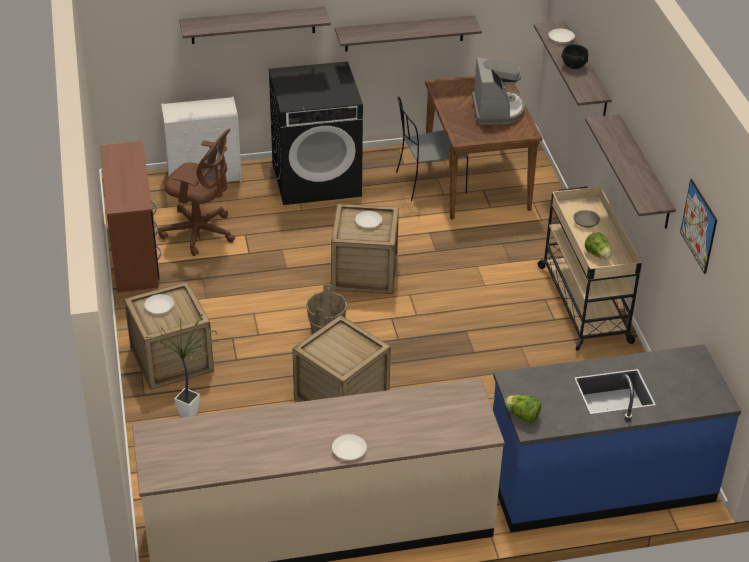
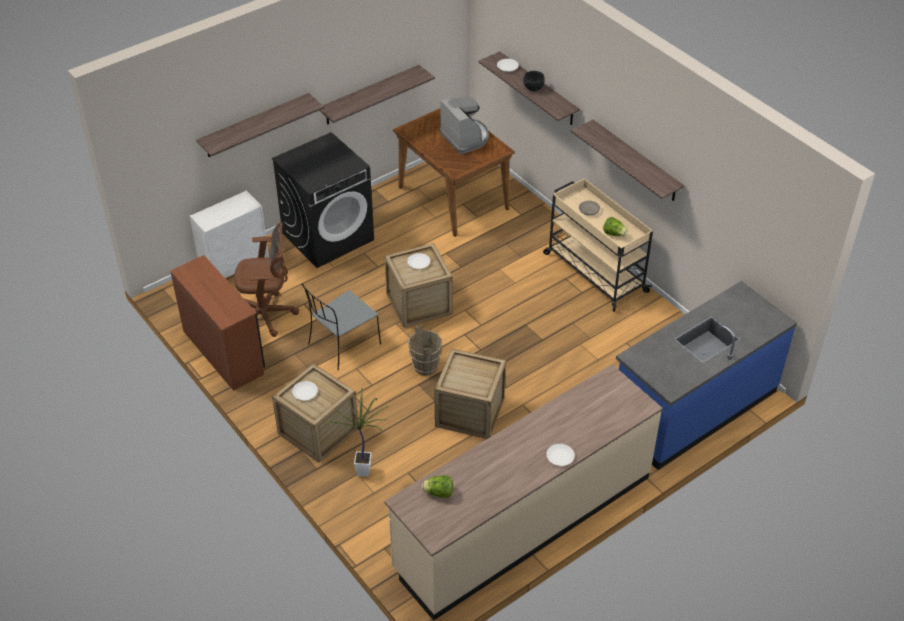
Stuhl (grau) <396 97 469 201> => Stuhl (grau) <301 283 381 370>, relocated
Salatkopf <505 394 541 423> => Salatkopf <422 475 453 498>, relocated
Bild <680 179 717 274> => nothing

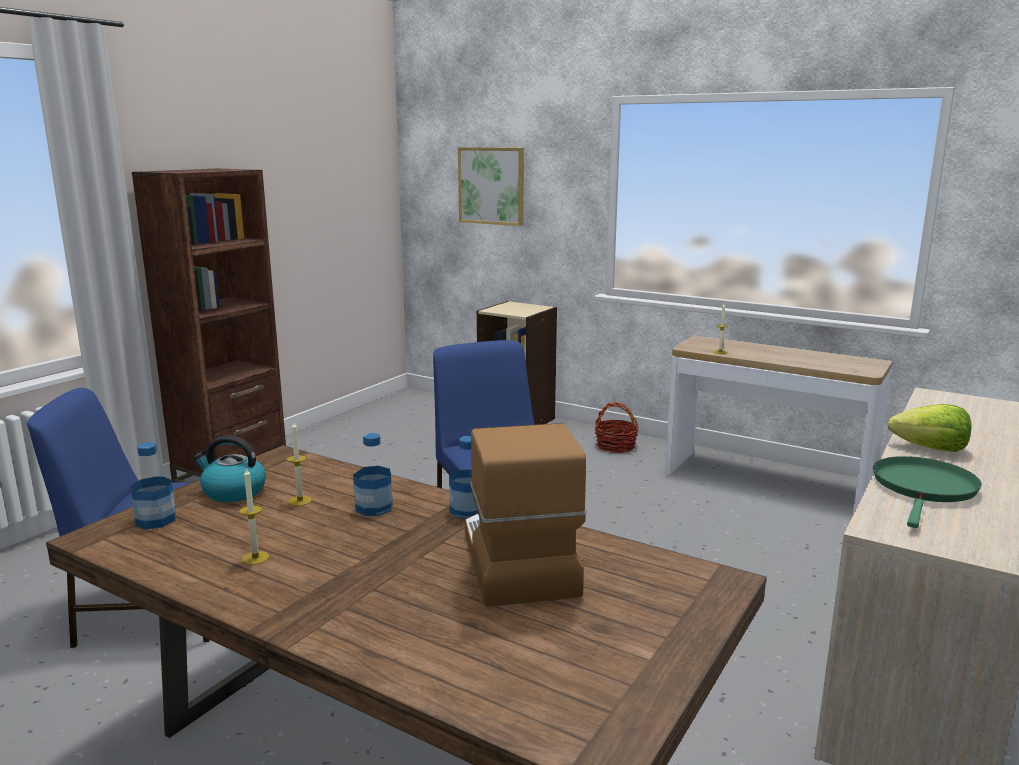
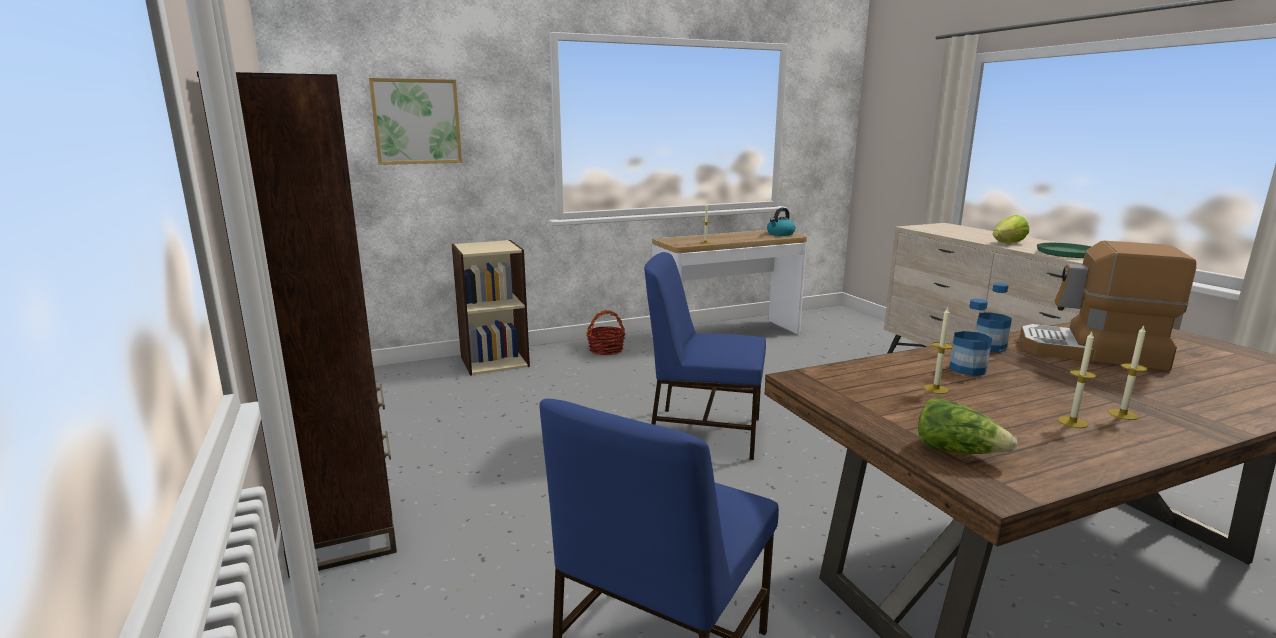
Wasserkessel <193 436 266 502> => Wasserkessel <767 207 795 236>, relocated
Flasche <130 442 176 529> => Salatkopf <918 398 1018 454>
nothing => Kerze <1108 325 1148 420>

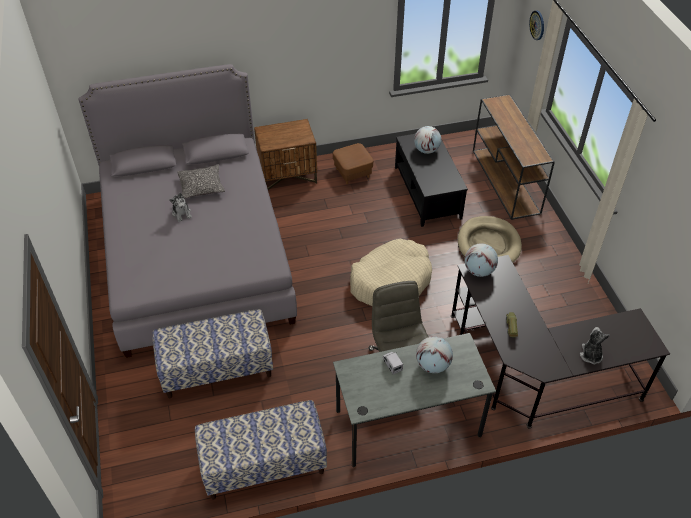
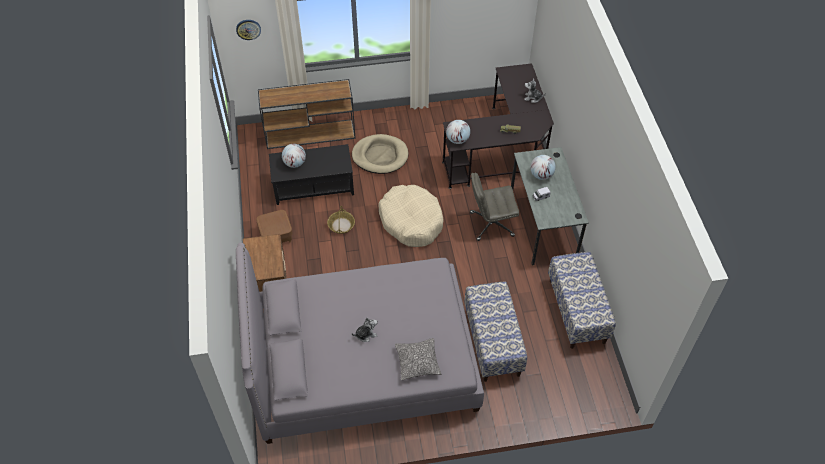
nothing => Korb <327 206 355 234>
Kissen <177 165 225 198> => Kissen <395 338 441 380>, relocated

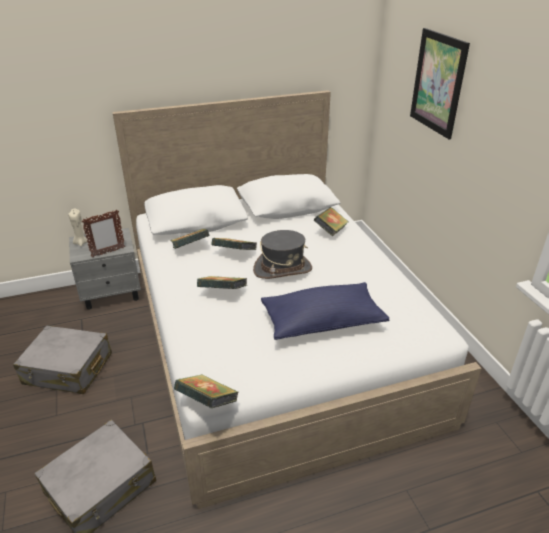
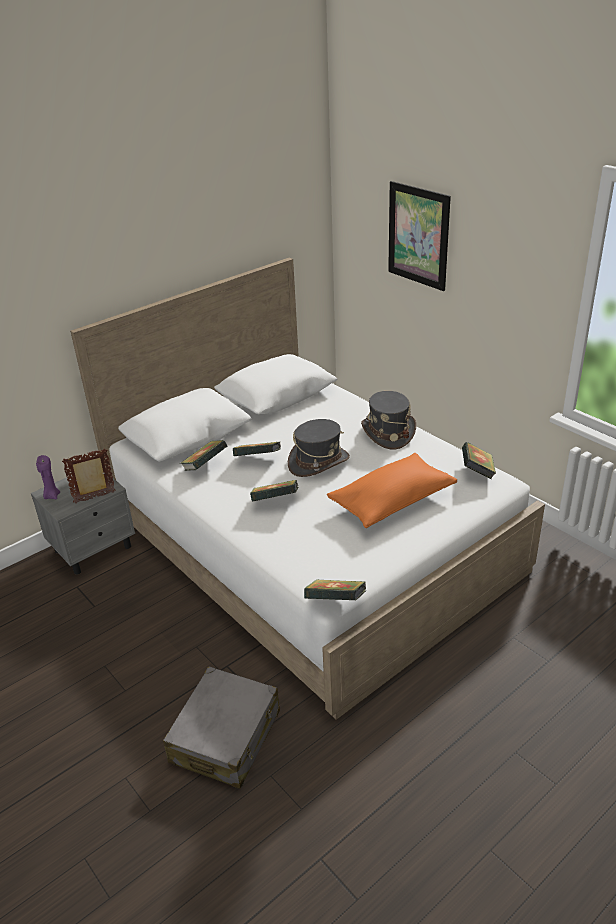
Kerze (beige) <68 209 87 246> => Kerze (lila) <36 455 60 499>
Bilderrahmen <82 210 125 257> => Bilderrahmen <62 448 115 503>, 150 degrees counterclockwise
Kissen (blau) <261 282 389 340> => Kissen (orange) <327 453 457 528>
nothing => Hut (grau) <361 391 416 449>
Buch <314 207 349 236> => Buch <462 442 496 480>, relocated
Koffer (grau) <13 326 112 394> => nothing

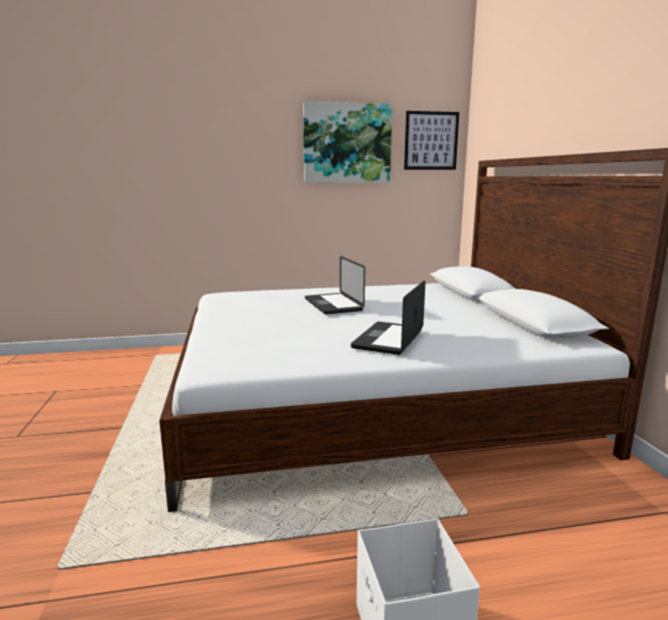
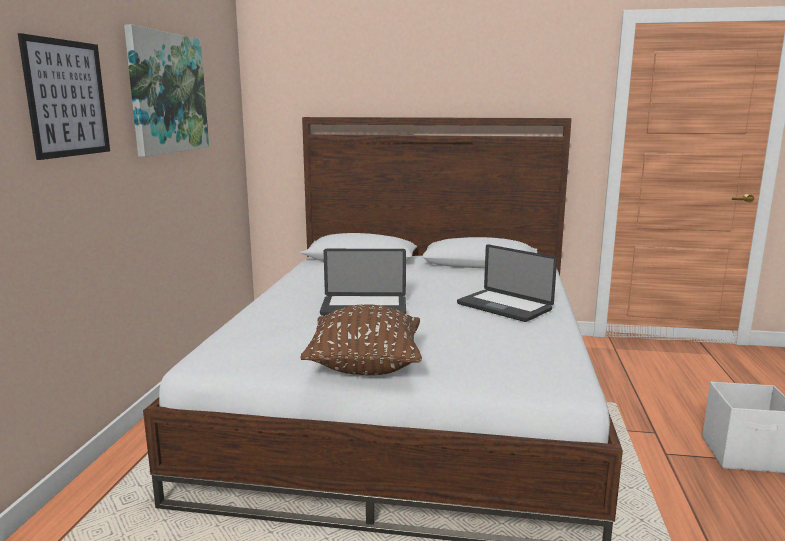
Bild <404 111 459 170> => Bild <18 33 110 160>, relocated
nothing => Kissen (braun) <300 304 422 375>

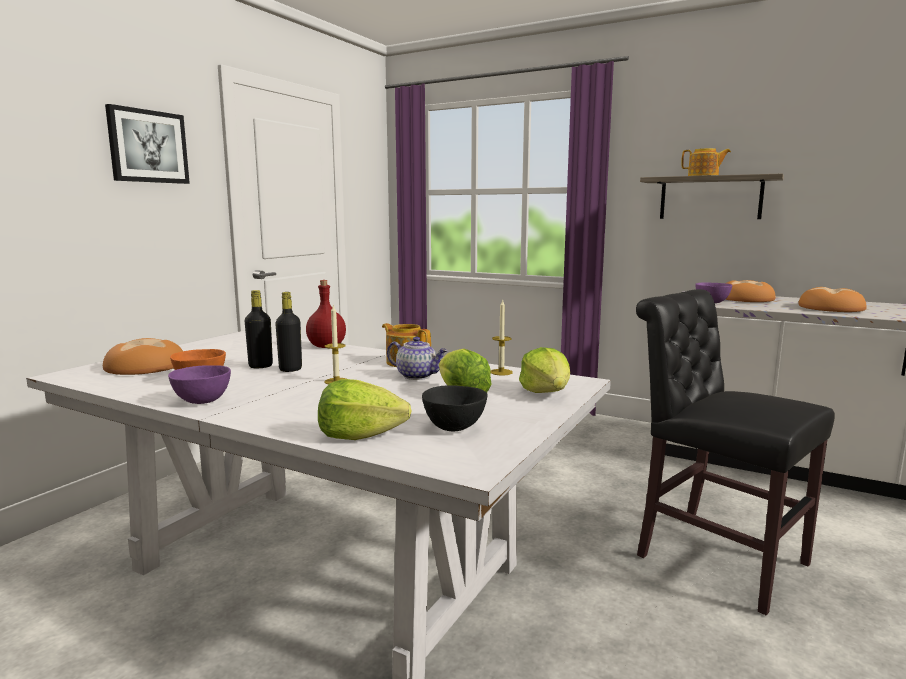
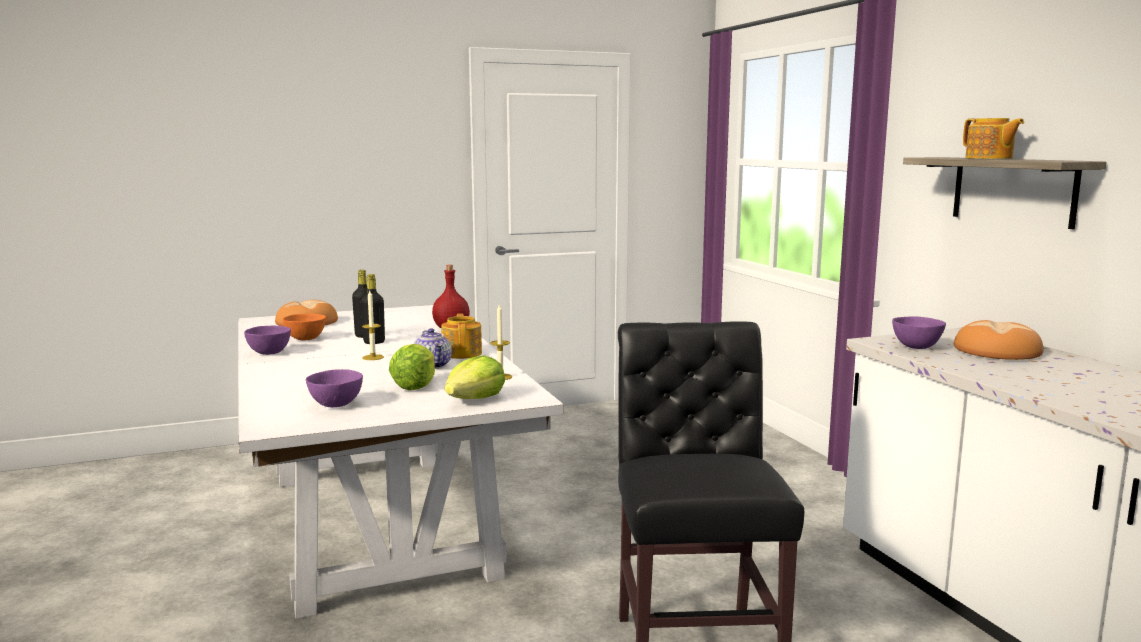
Schüssel (schwarz) <422 385 488 431> => Schüssel (lila) <306 369 363 407>
Bild <105 104 190 184> => nothing
Salatkopf <318 379 411 440> => nothing
Brot <798 287 867 312> => nothing

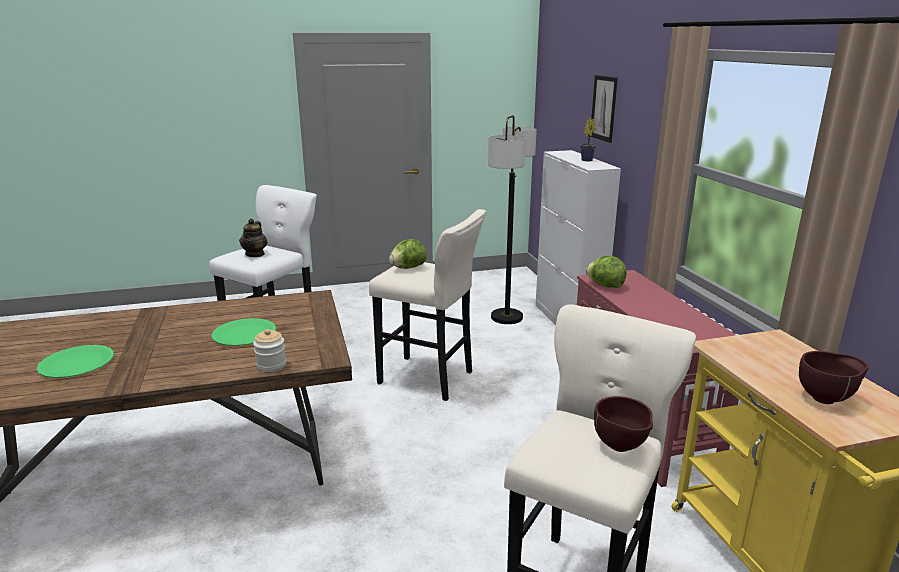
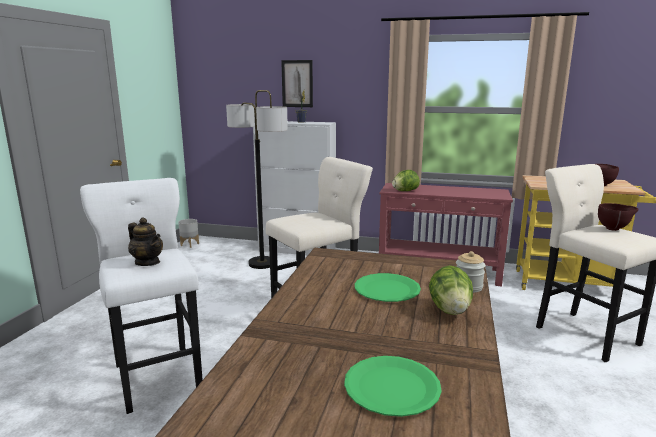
nothing => Pflanzkübel (grau) <178 219 199 248>
Salatkopf <389 239 427 269> => Salatkopf <429 265 473 315>, relocated

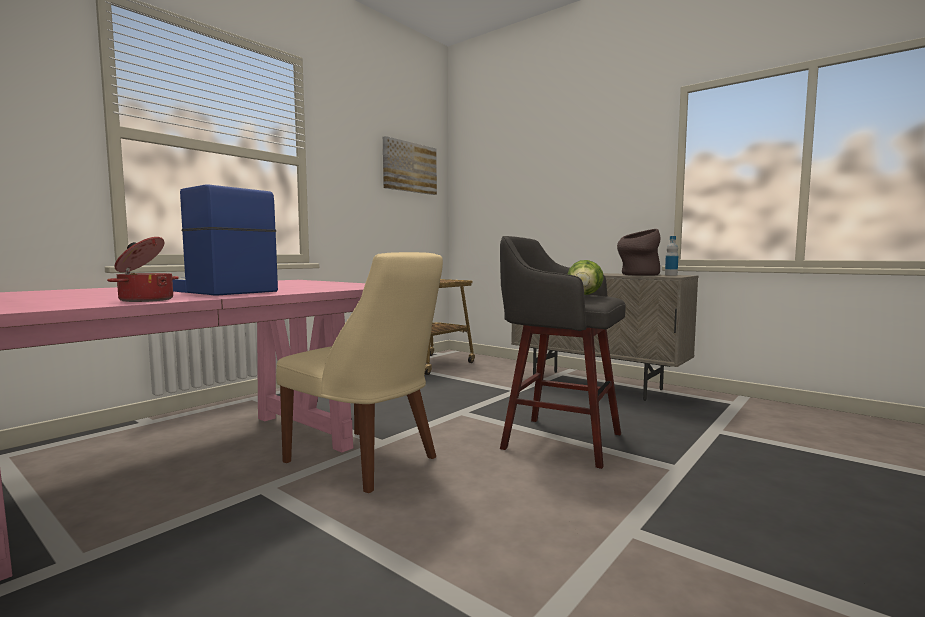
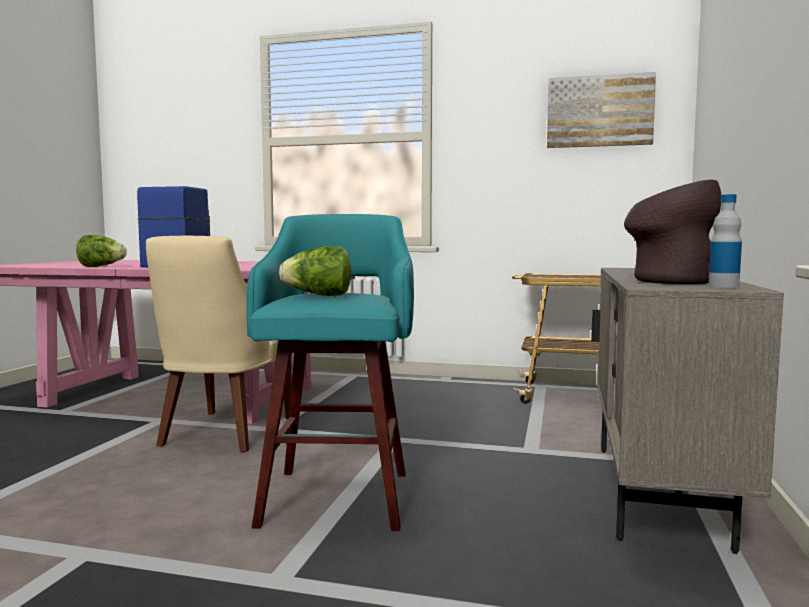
Kochtopf <107 237 179 302> => Salatkopf <76 235 127 267>
Hocker (grau) <500 236 626 469> => Hocker (türkis) <246 214 414 531>

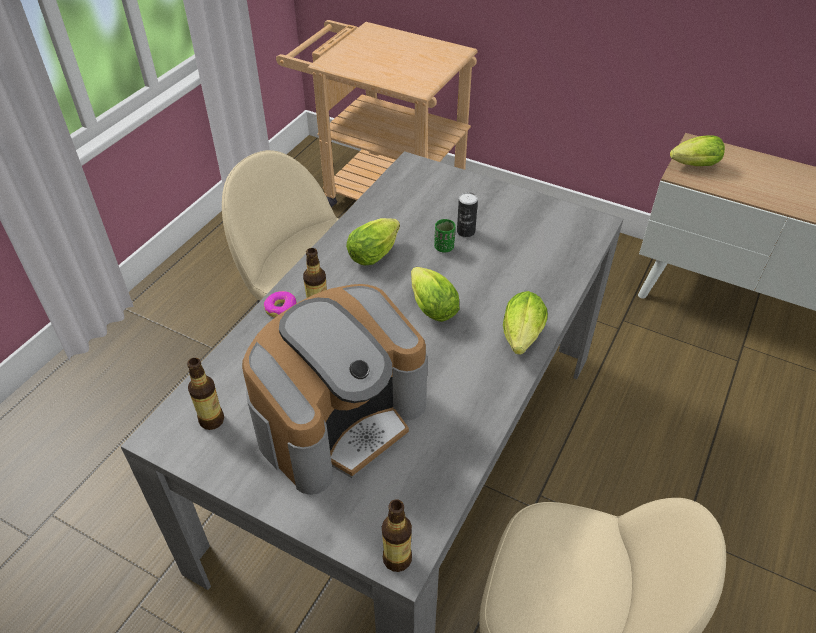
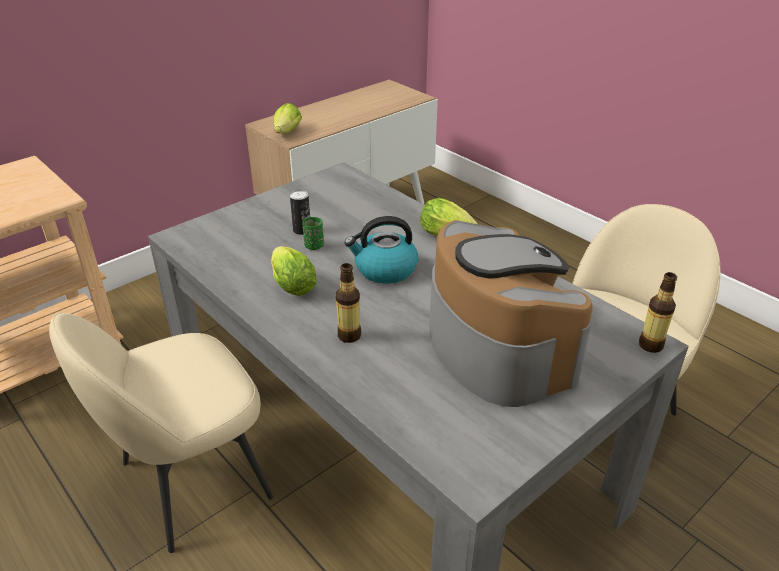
Salatkopf <411 267 460 322> => Wasserkessel <344 216 418 284>
Flasche <187 358 224 430> => nothing
Donut <264 291 297 318> => nothing

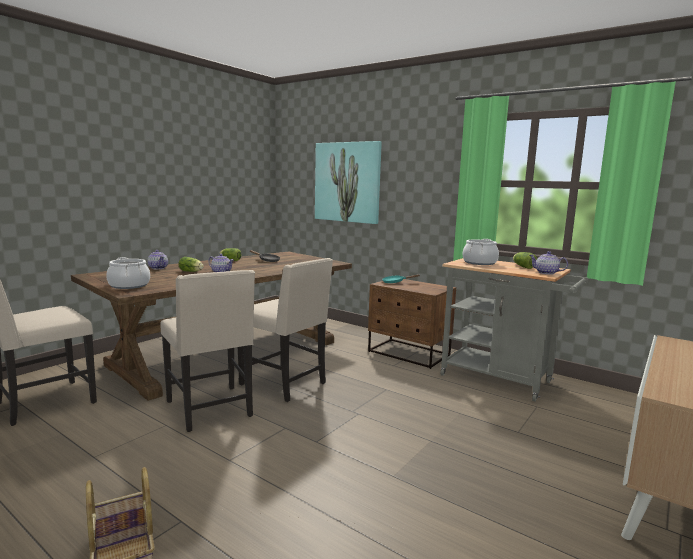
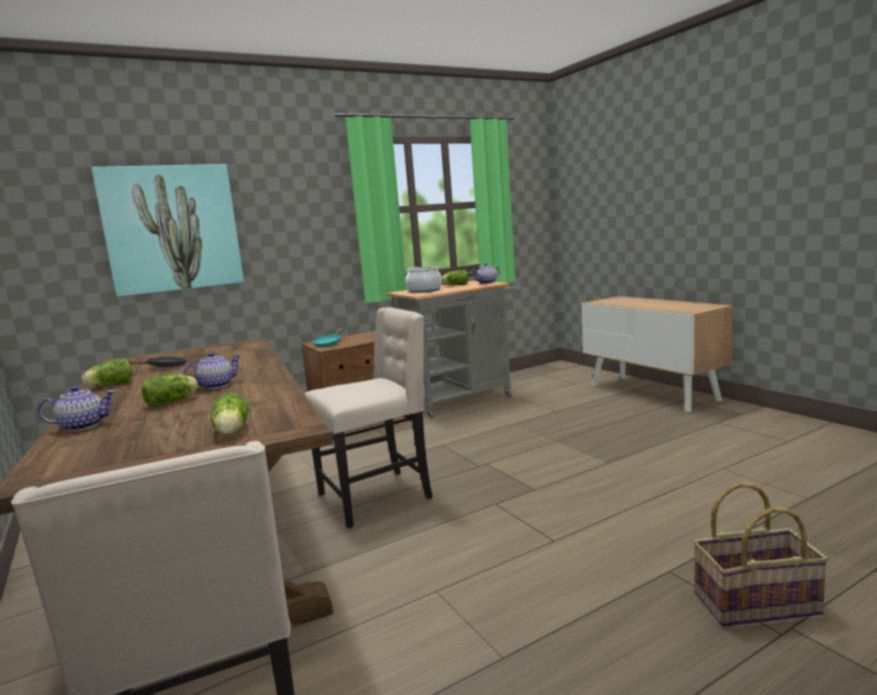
Kochtopf <106 257 150 289> => Salatkopf <211 393 249 435>
Stuhl (beige) <160 270 255 432> => nothing

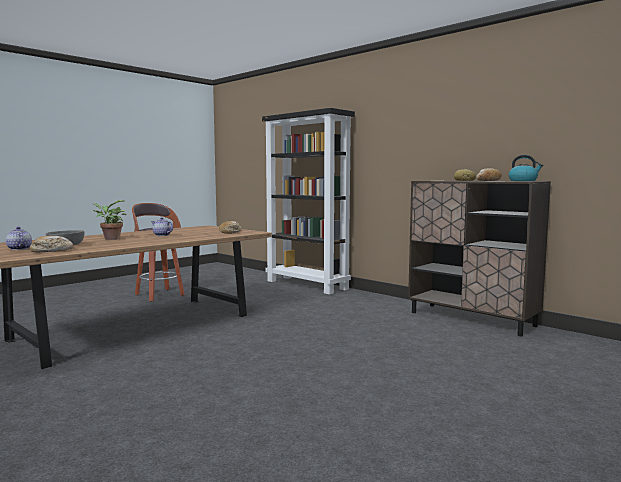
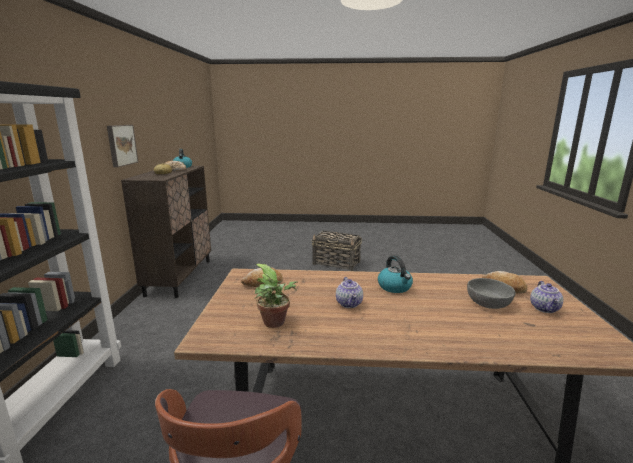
nothing => Bild <107 125 138 167>
Topfpflanze <93 200 126 240> => Topfpflanze <255 264 298 328>, relocated
nothing => Korb <312 231 362 271>
nothing => Wasserkessel <378 255 413 293>

